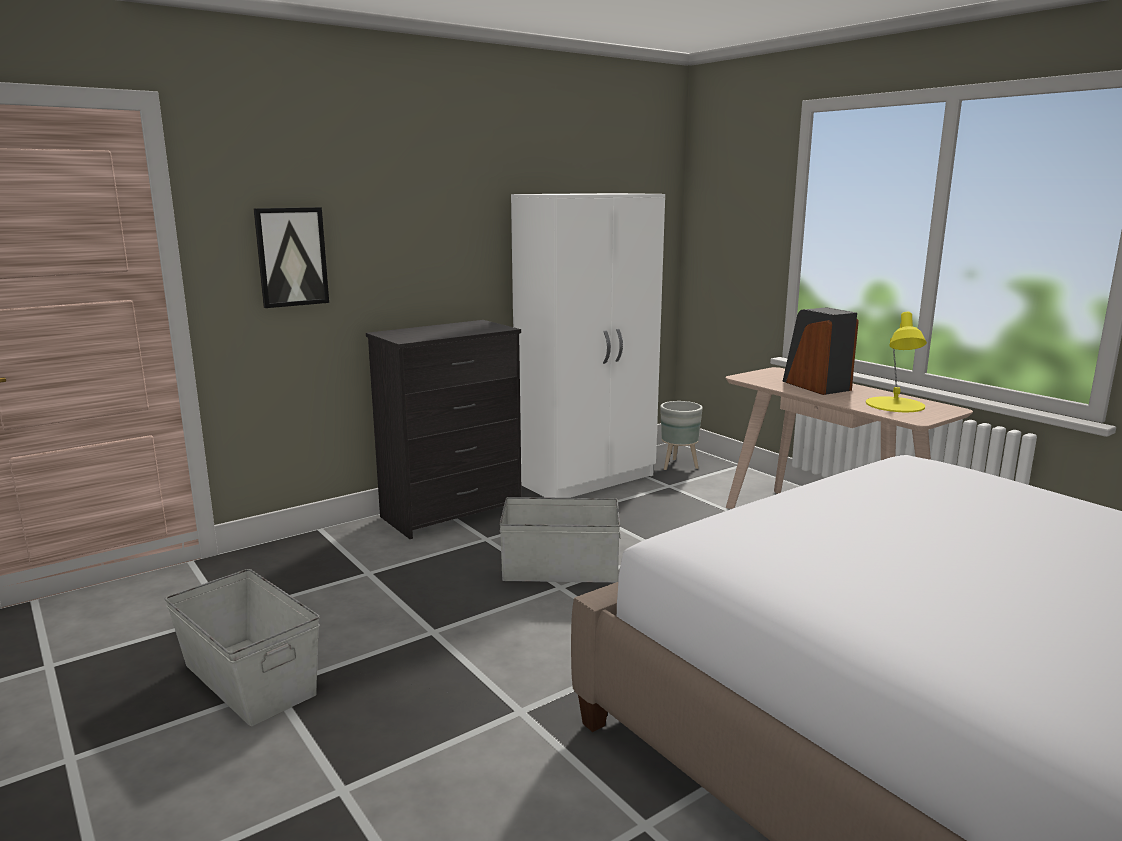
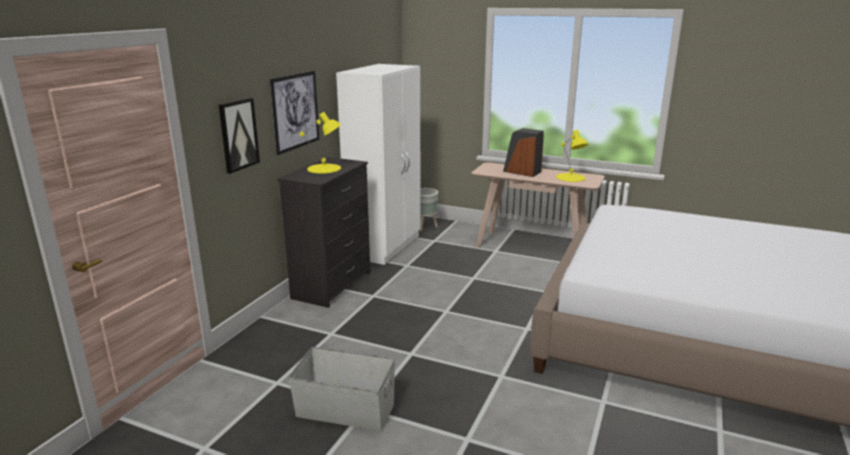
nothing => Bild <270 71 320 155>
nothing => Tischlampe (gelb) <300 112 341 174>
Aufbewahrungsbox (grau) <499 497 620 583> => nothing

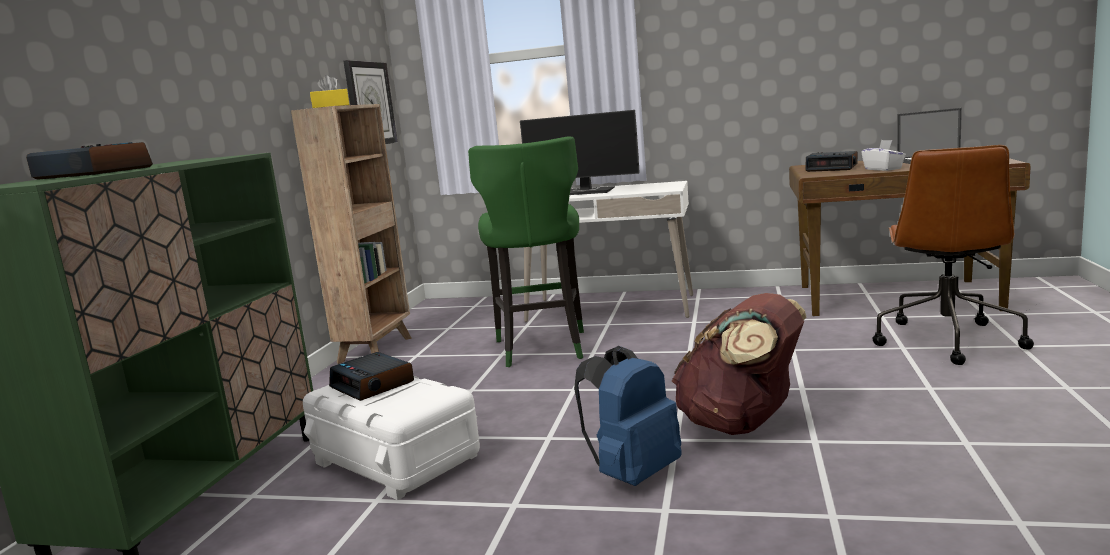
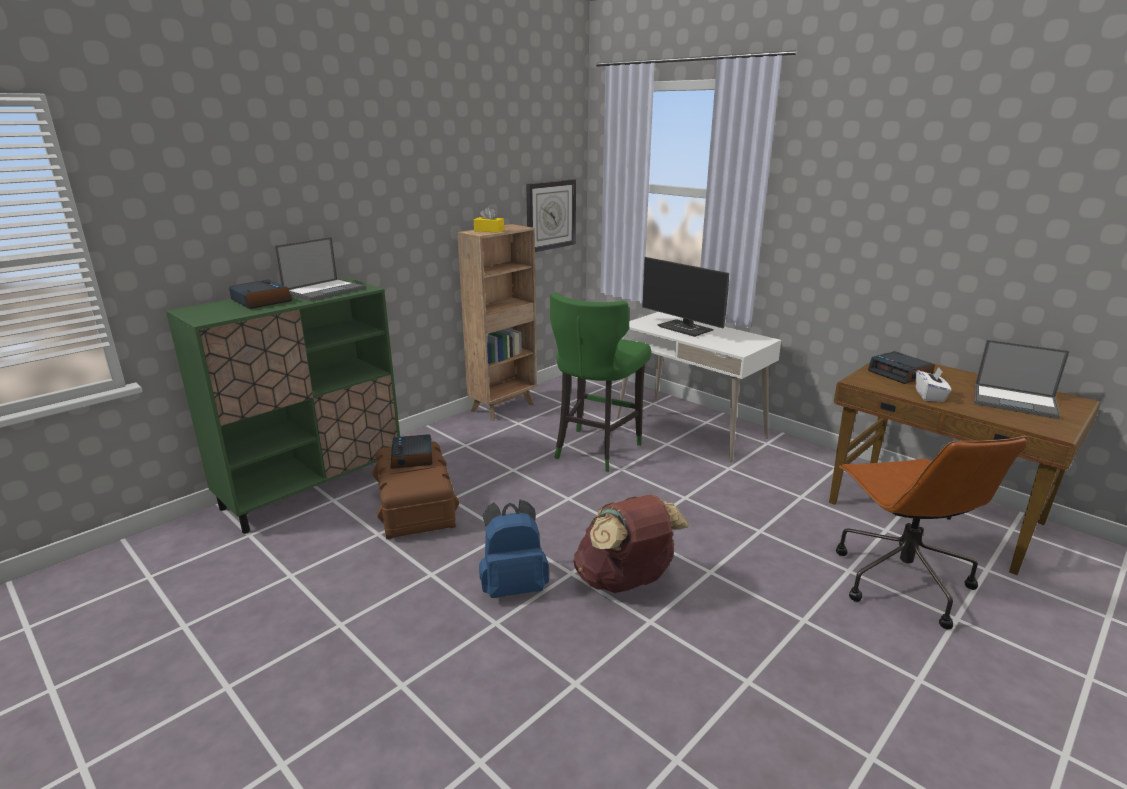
nothing => Laptop <275 237 366 301>
Aufbewahrungsbox (weiß) <303 376 480 500> => Aufbewahrungsbox (braun) <372 442 459 540>
Bürostuhl (braun) <872 145 1034 365> => Bürostuhl (braun) <836 436 1027 630>, 60 degrees counterclockwise

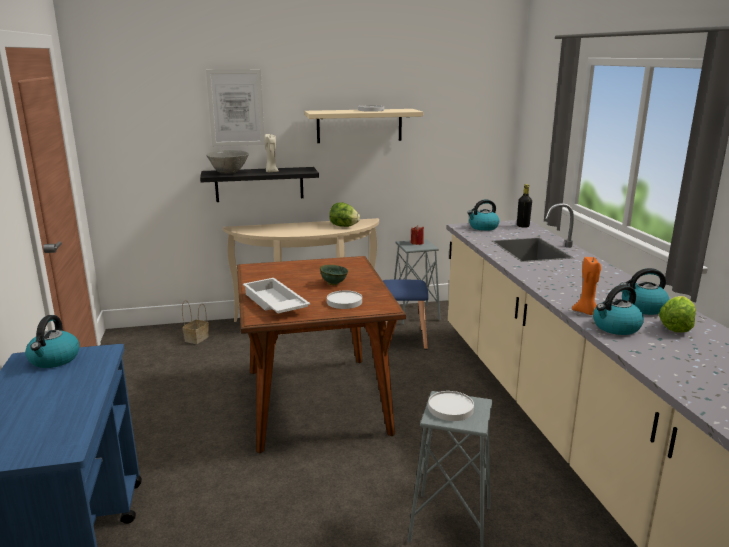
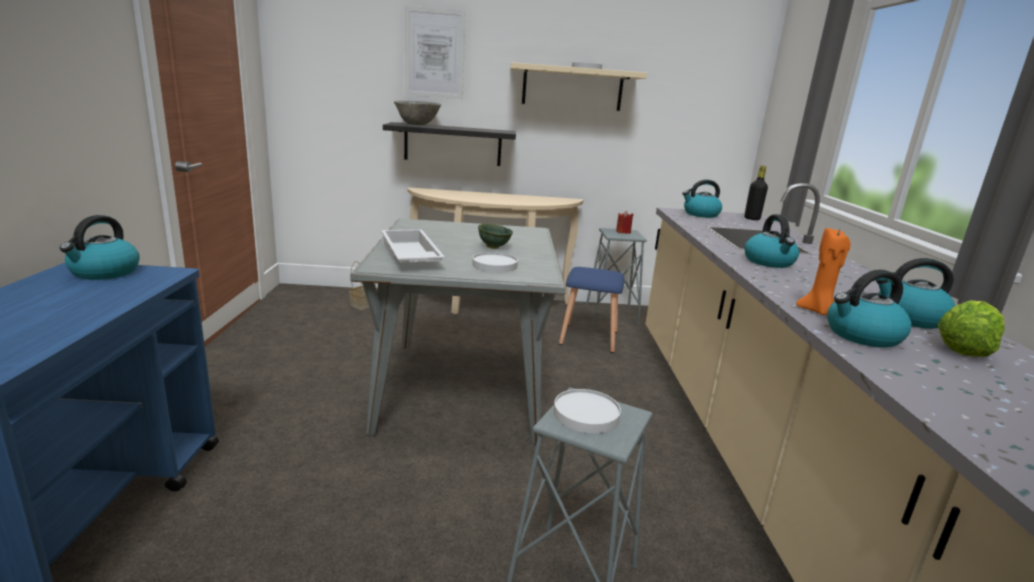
Esstisch (braun) <237 256 406 453> => Esstisch (grau) <350 218 566 445>
nothing => Wasserkessel <744 214 799 268>
Kerze (beige) <264 134 279 173> => nothing
Salatkopf <329 202 360 227> => nothing

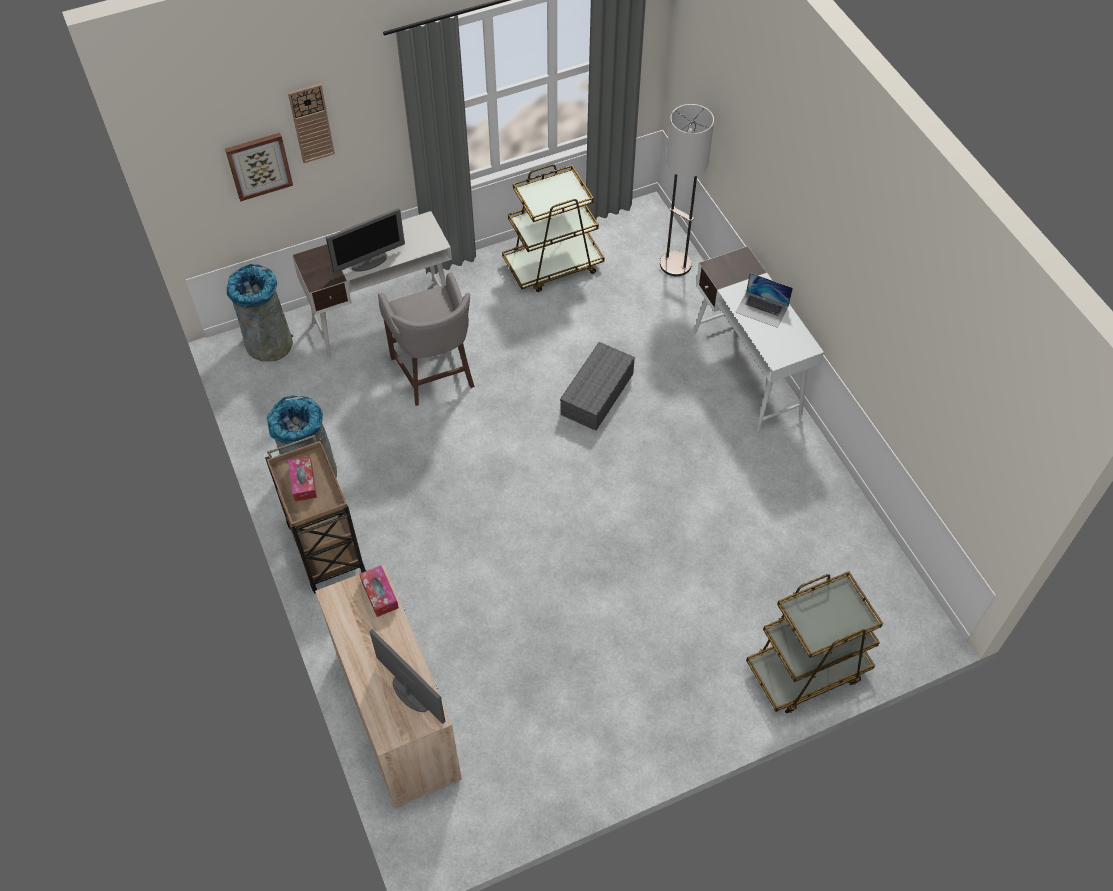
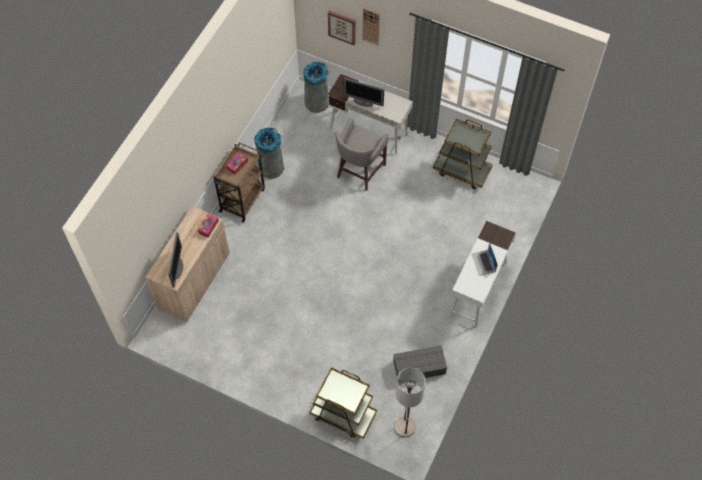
Aufbewahrungsbox (grau) <560 342 635 431> => Aufbewahrungsbox (grau) <393 346 447 378>, relocated
Stehlampe <660 104 714 276> => Stehlampe <394 367 426 437>, relocated

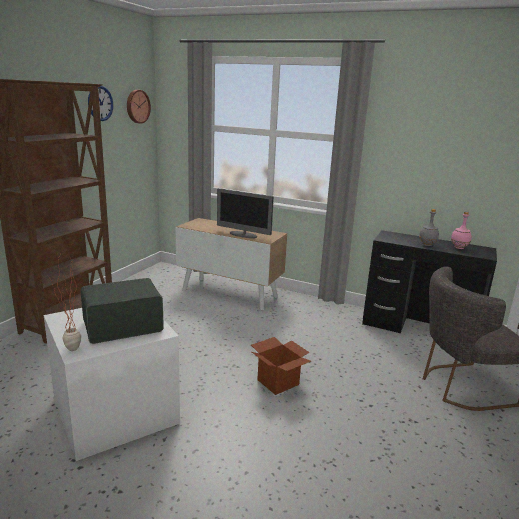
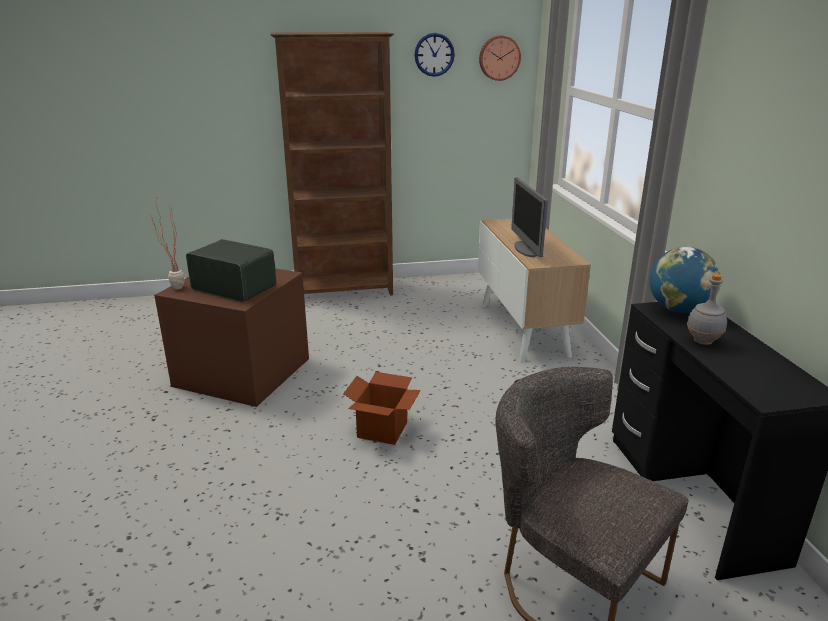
Aufbewahrungsbox (weiß) <44 308 180 461> => Aufbewahrungsbox (braun) <154 268 309 407>
nothing => Globus <649 247 721 313>
Flasche (rosa) <451 212 472 249> => nothing

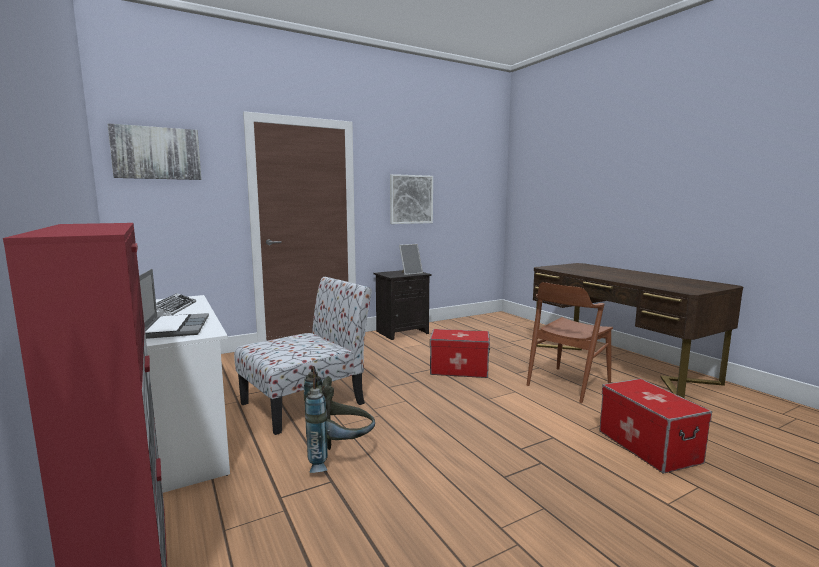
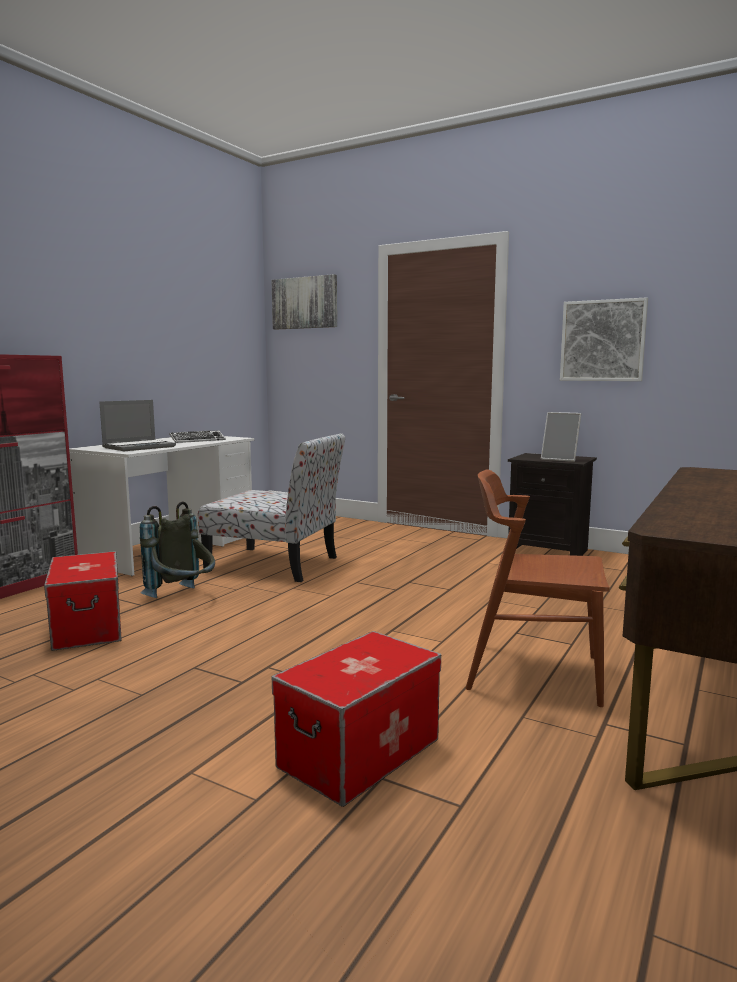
Aufbewahrungsbox <430 329 490 378> => Aufbewahrungsbox <44 551 122 651>, relocated

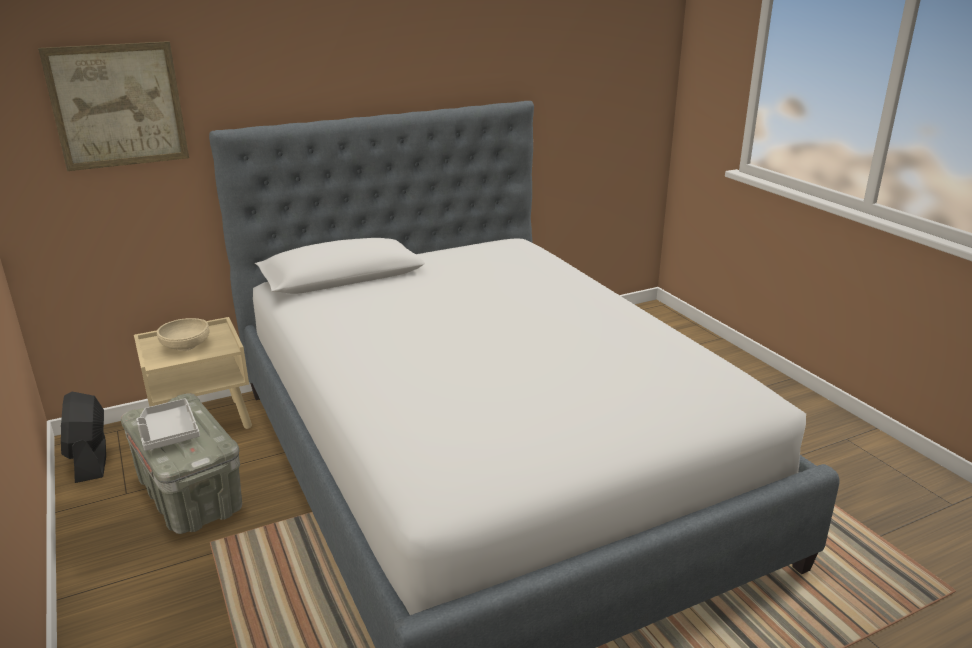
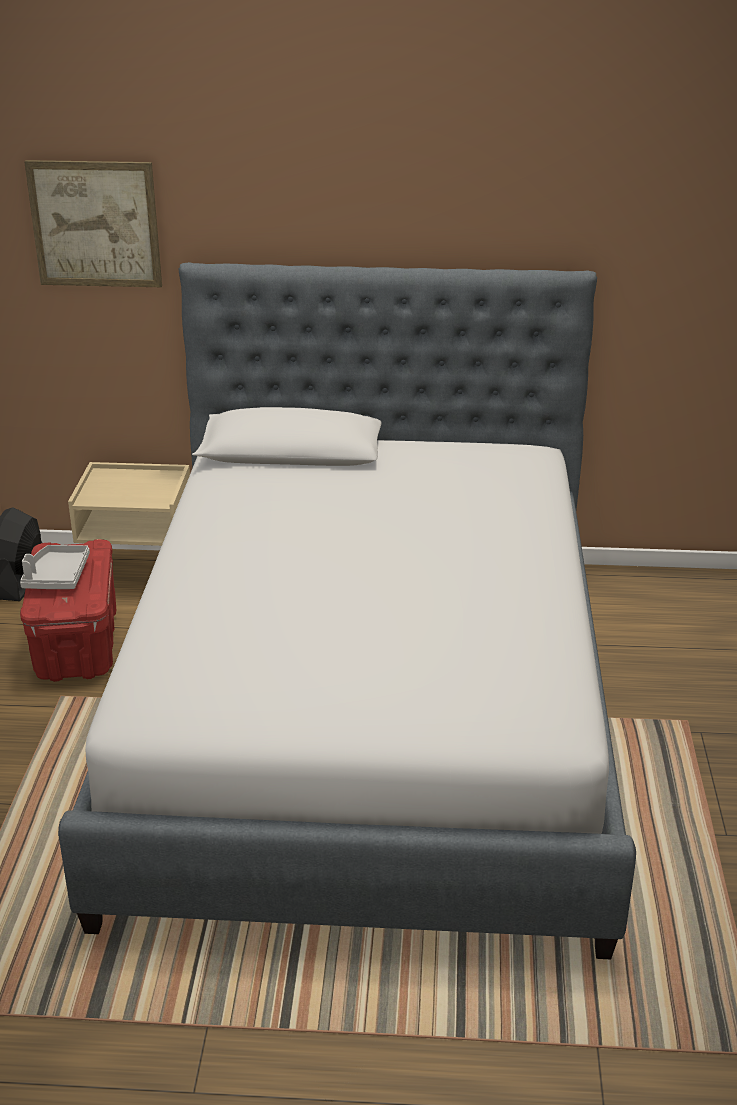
Aufbewahrungsbox (grau) <121 393 242 534> => Aufbewahrungsbox (rot) <20 539 116 682>
Schüssel (beige) <157 318 210 351> => nothing

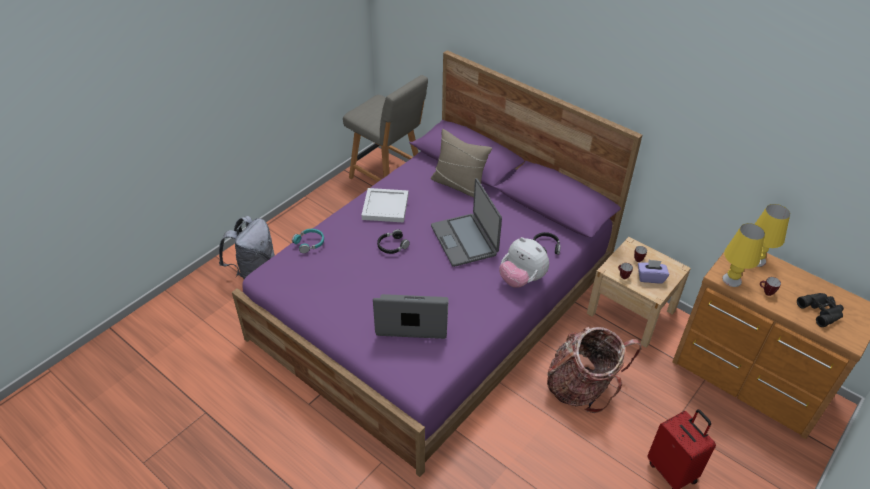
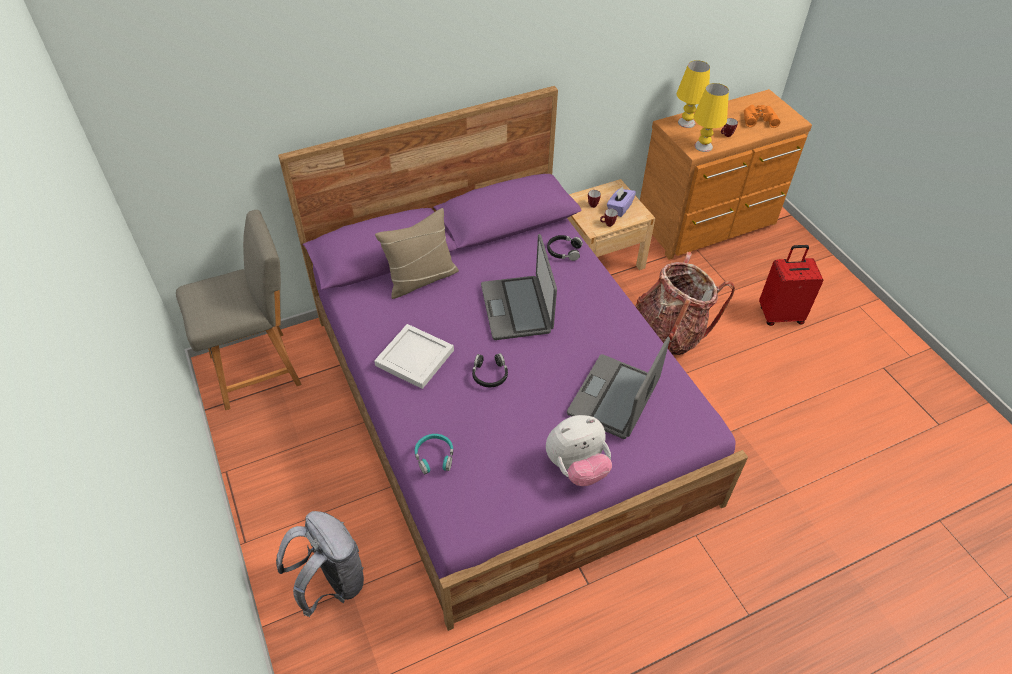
Laptop <431 178 502 267> => Laptop <481 234 557 340>, 75 degrees clockwise
Plüschtier <499 237 549 288> => Plüschtier <546 415 612 486>, relocated
Fernglas (schwarz) <797 293 844 327> => Fernglas (orange) <744 105 781 128>

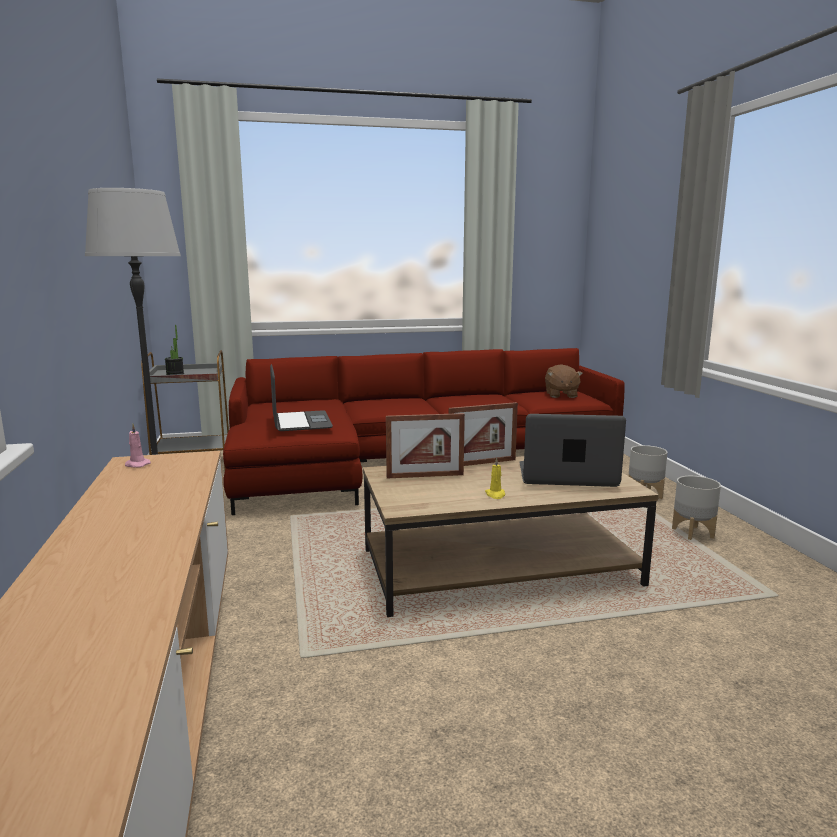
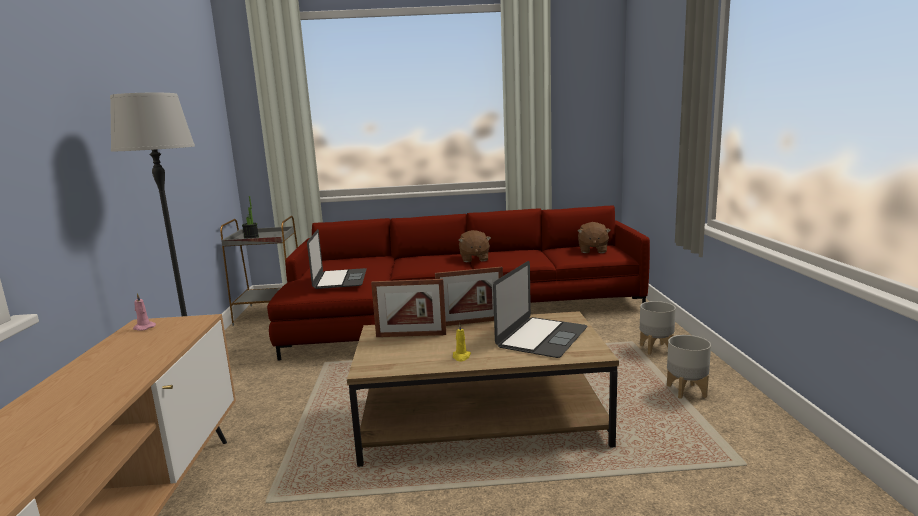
nothing => Plüschtier (braun) <459 230 491 262>
Laptop <519 414 626 487> => Laptop <493 261 587 358>, 105 degrees clockwise

